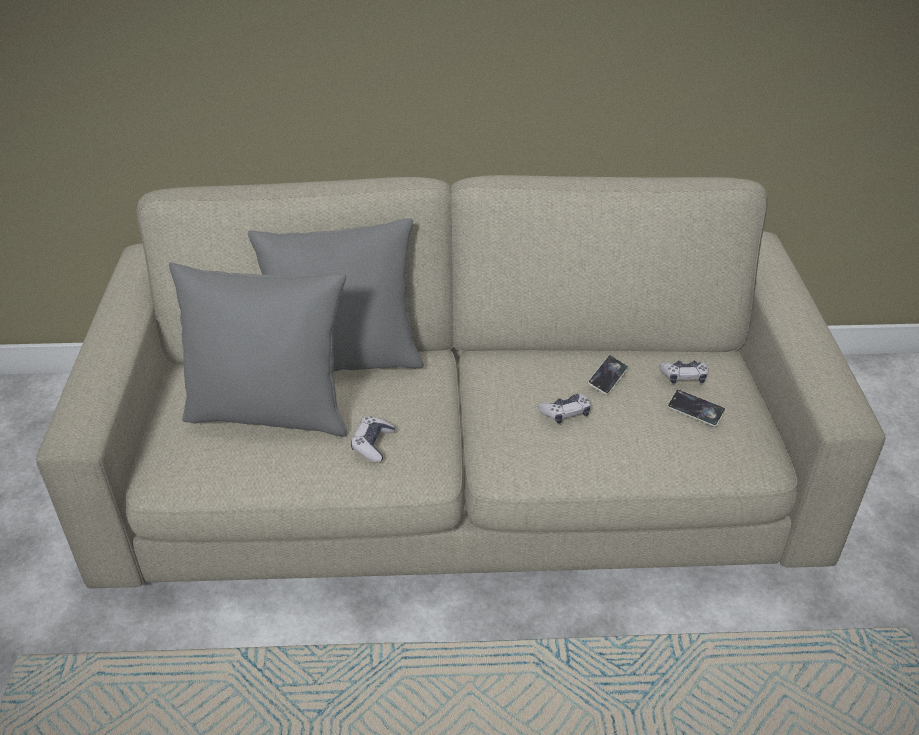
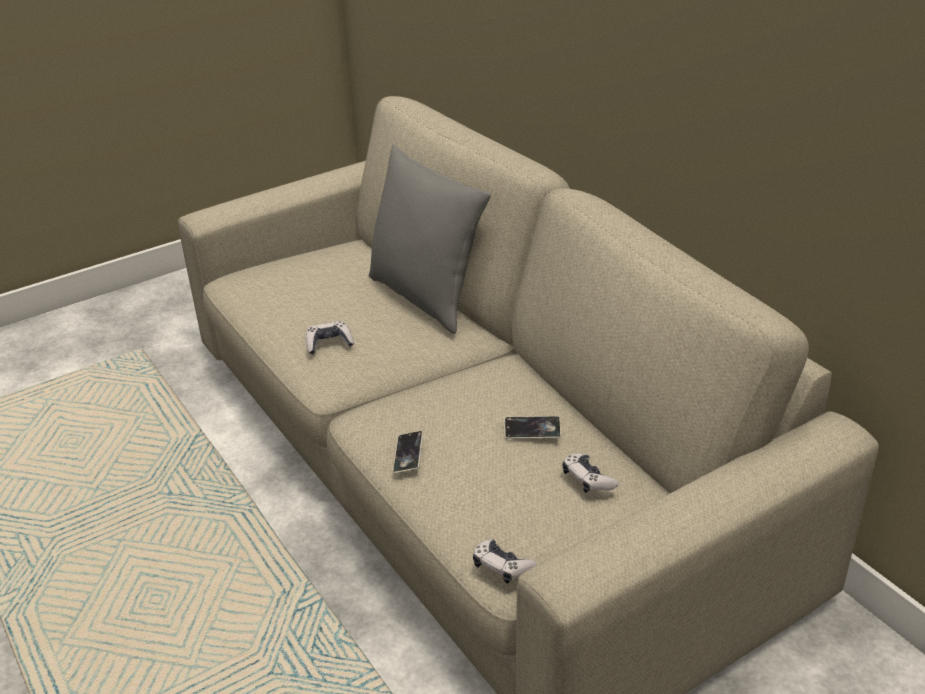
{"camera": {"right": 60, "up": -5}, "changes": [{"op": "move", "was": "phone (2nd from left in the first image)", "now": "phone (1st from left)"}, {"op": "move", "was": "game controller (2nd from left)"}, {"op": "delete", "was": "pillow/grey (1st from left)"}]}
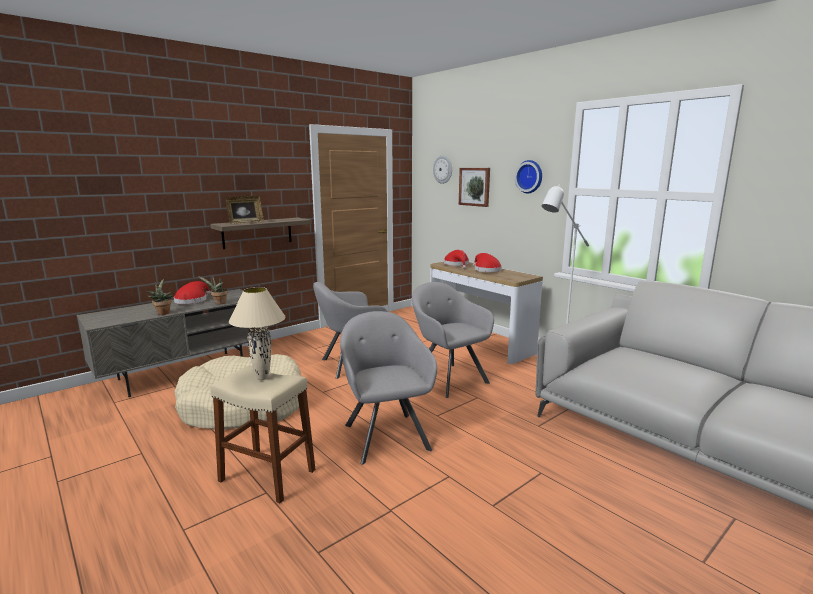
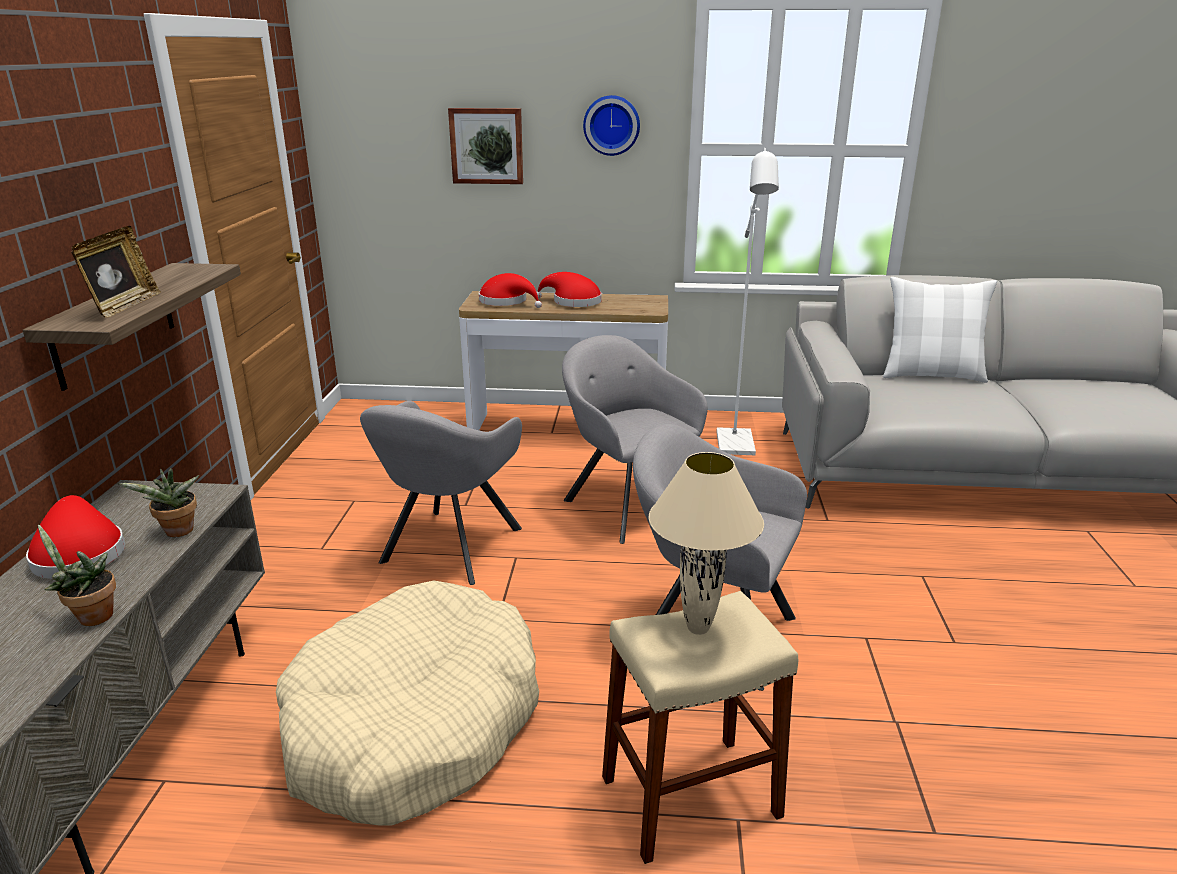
{"camera": {"right": -45, "up": 10}, "changes": [{"op": "rotate", "was": "armchair/grey (3rd from left in the first image)", "clockwise": 45}, {"op": "insert", "now": "pillow/white"}, {"op": "delete", "was": "wall clock (1st from left)"}]}
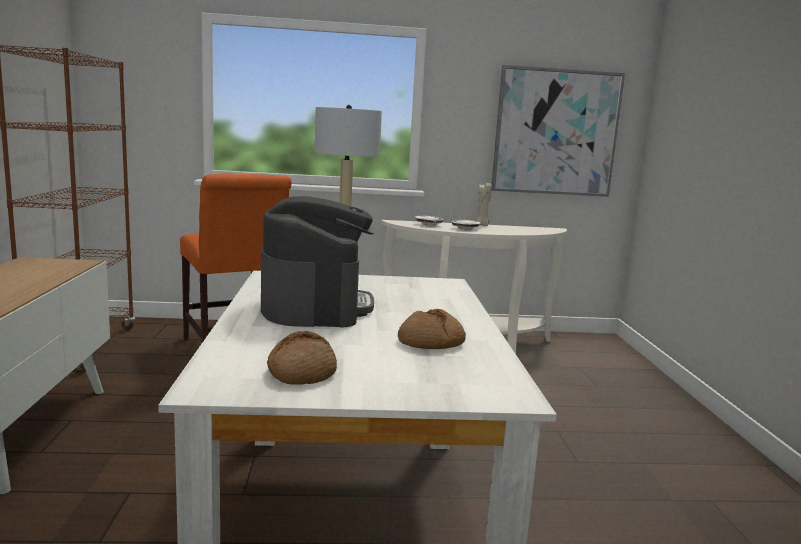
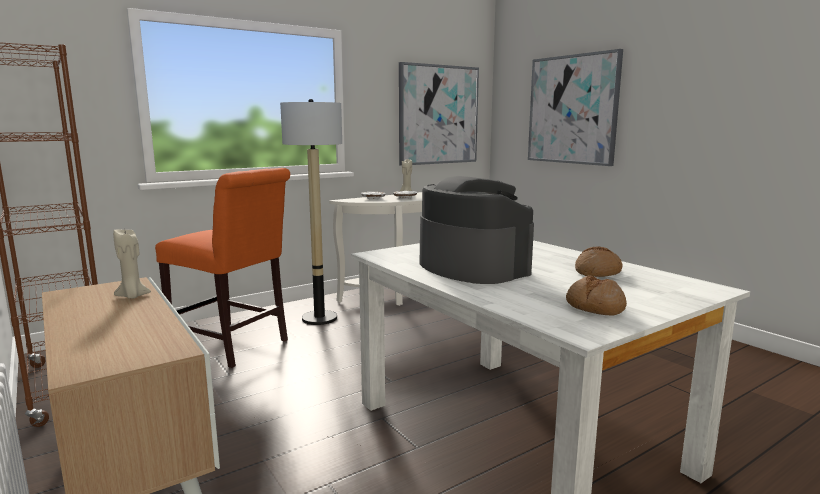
{"camera": {"right": -30, "up": 0}, "changes": [{"op": "insert", "now": "candle/beige (1st from left)"}, {"op": "insert", "now": "picture (2nd from left)"}]}
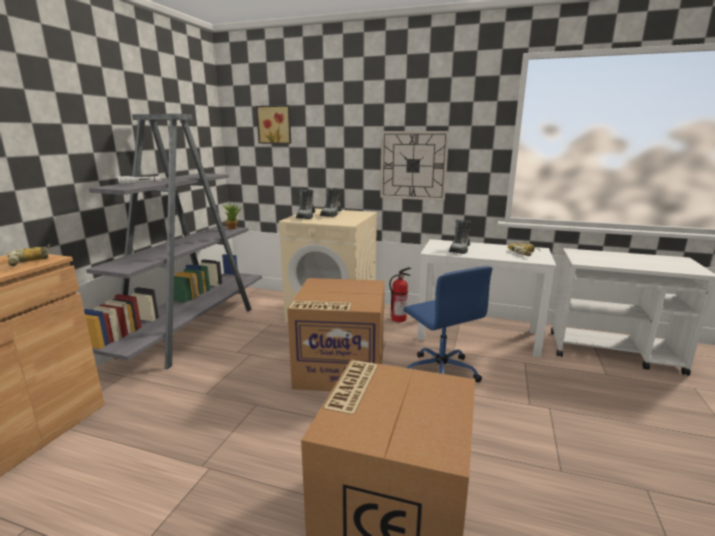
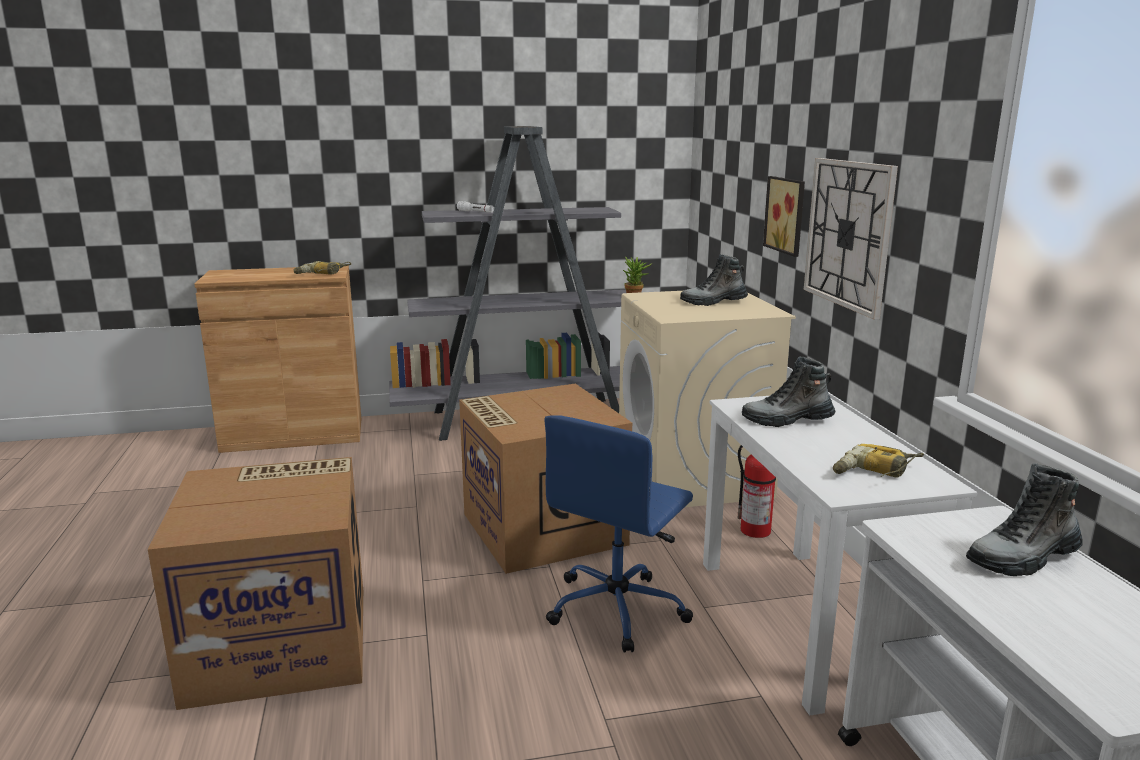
{"camera": {"right": 60, "up": 0}, "changes": [{"op": "move", "was": "picture"}, {"op": "move", "was": "boot (1st from left in the first image)", "now": "boot (3rd from left)"}]}
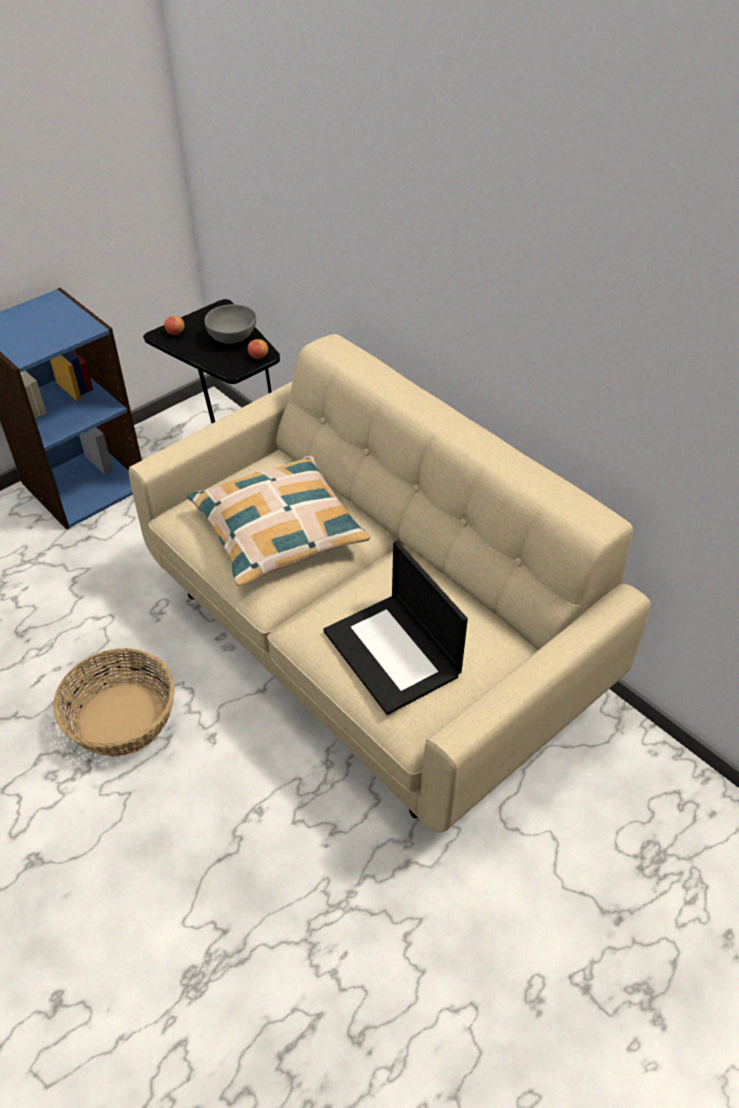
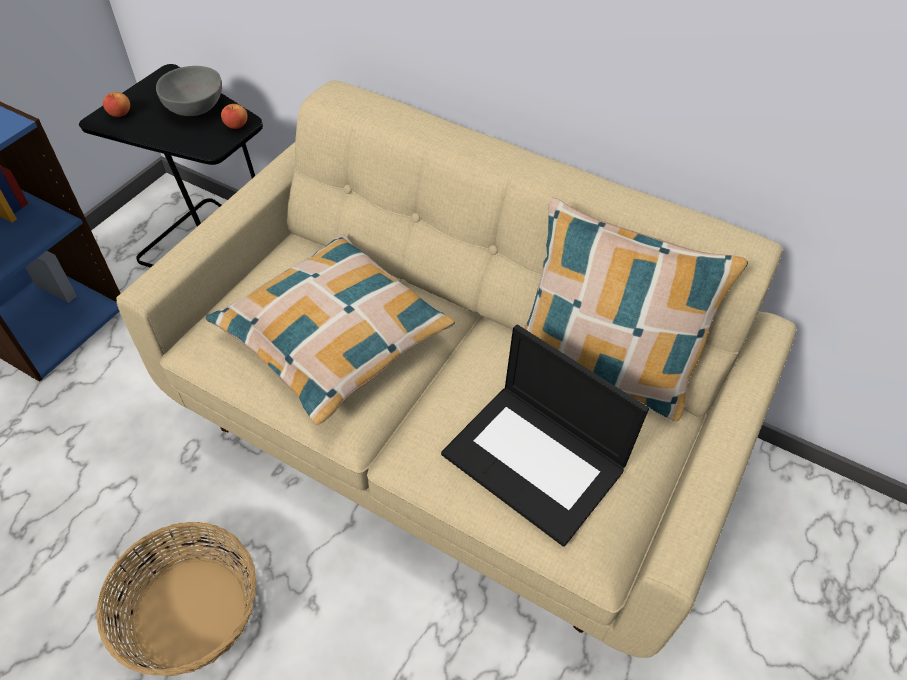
{"camera": {"right": -20, "up": 5}, "changes": [{"op": "insert", "now": "pillow (2nd from left)"}]}
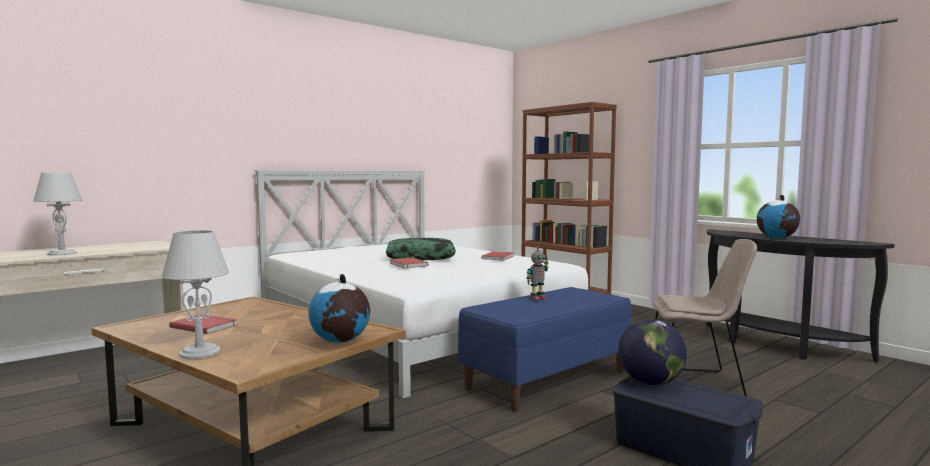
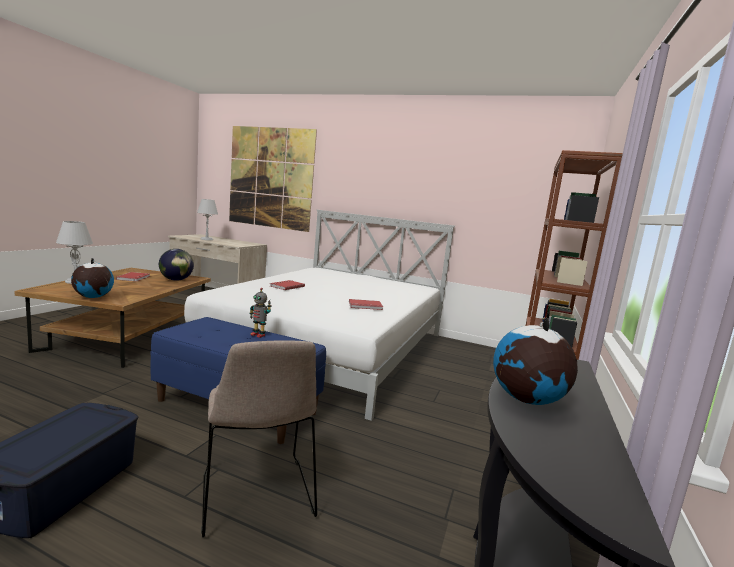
{"camera": {"right": 60, "up": 5}, "changes": [{"op": "move", "was": "globe (2nd from left)"}, {"op": "insert", "now": "picture"}, {"op": "delete", "was": "pillow"}]}
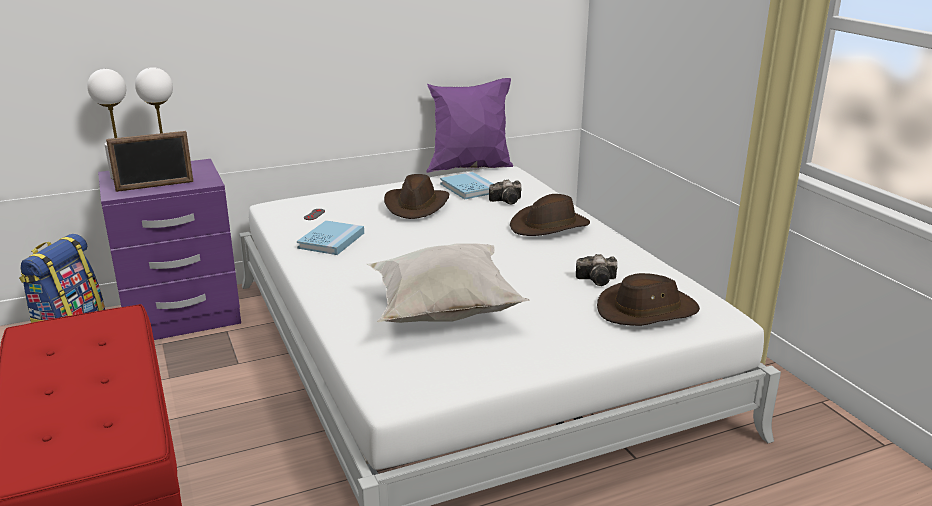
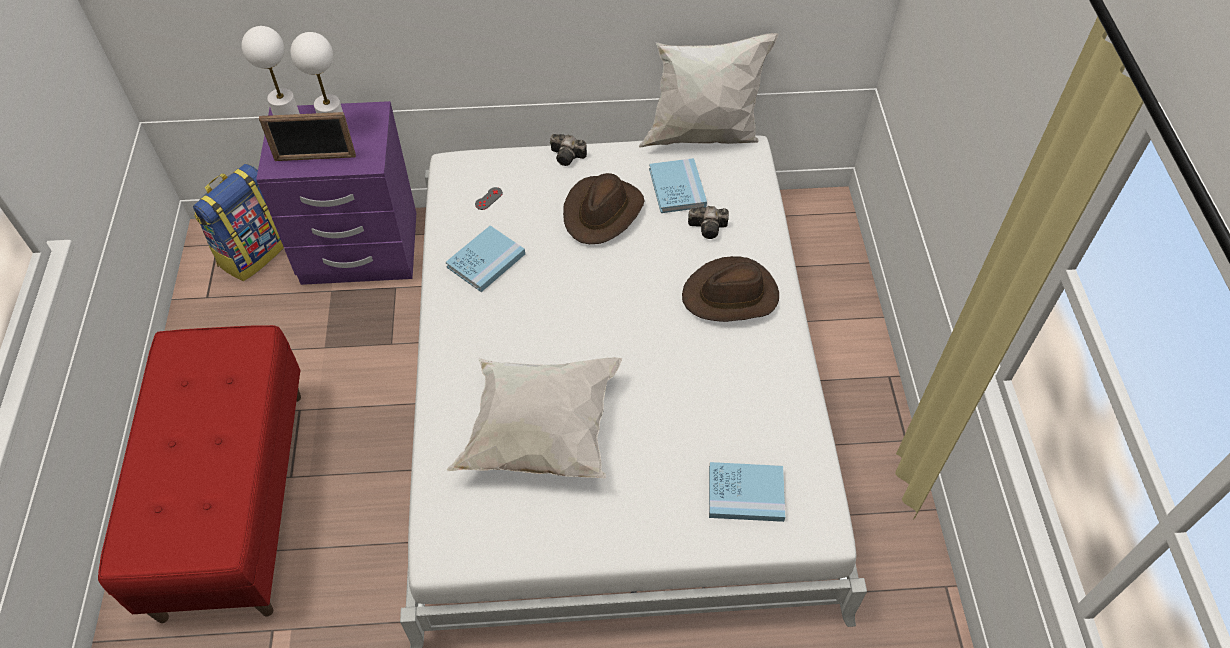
{"camera": {"right": 20, "up": 30}, "changes": [{"op": "move", "was": "photo camera (2nd from left in the first image)", "now": "photo camera (1st from left)"}, {"op": "recolor", "was": "pillow/purple", "now": "pillow/white (2nd from left)"}, {"op": "replace", "was": "hat/brown (3rd from left)", "now": "book/blue (3rd from left)"}]}
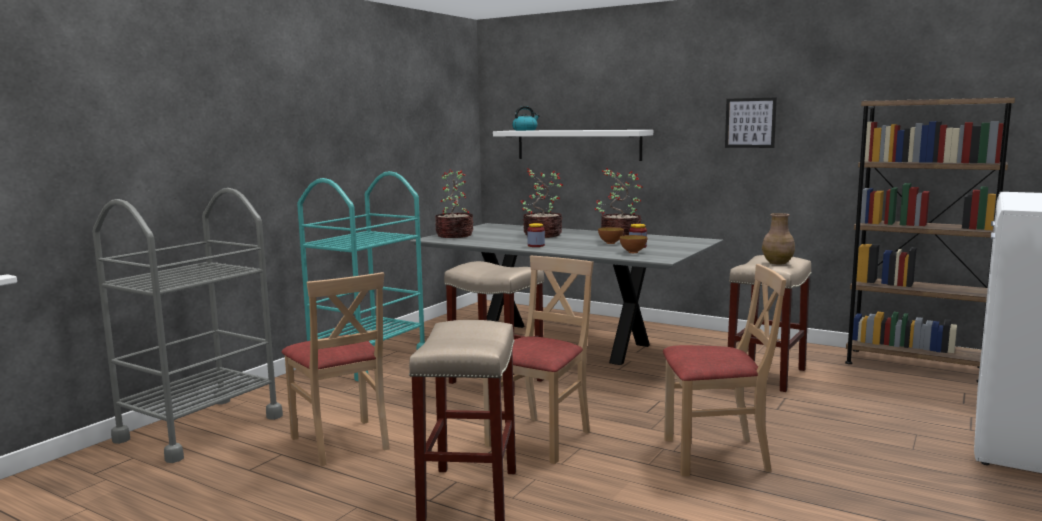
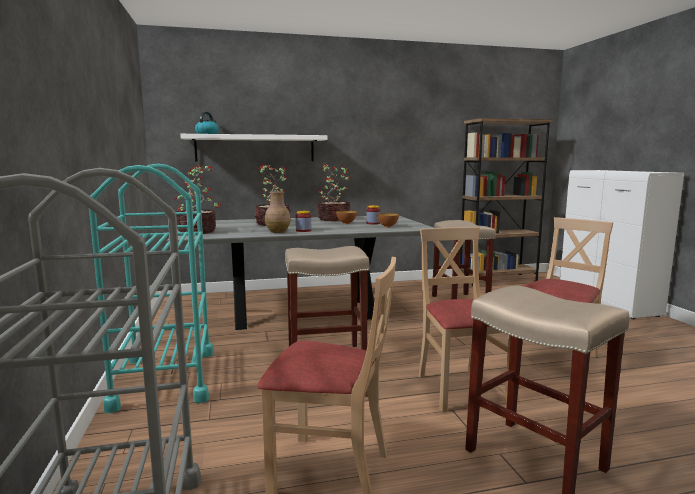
{"camera": {"right": -45, "up": 0}, "changes": [{"op": "move", "was": "vase/brown"}, {"op": "delete", "was": "picture"}]}
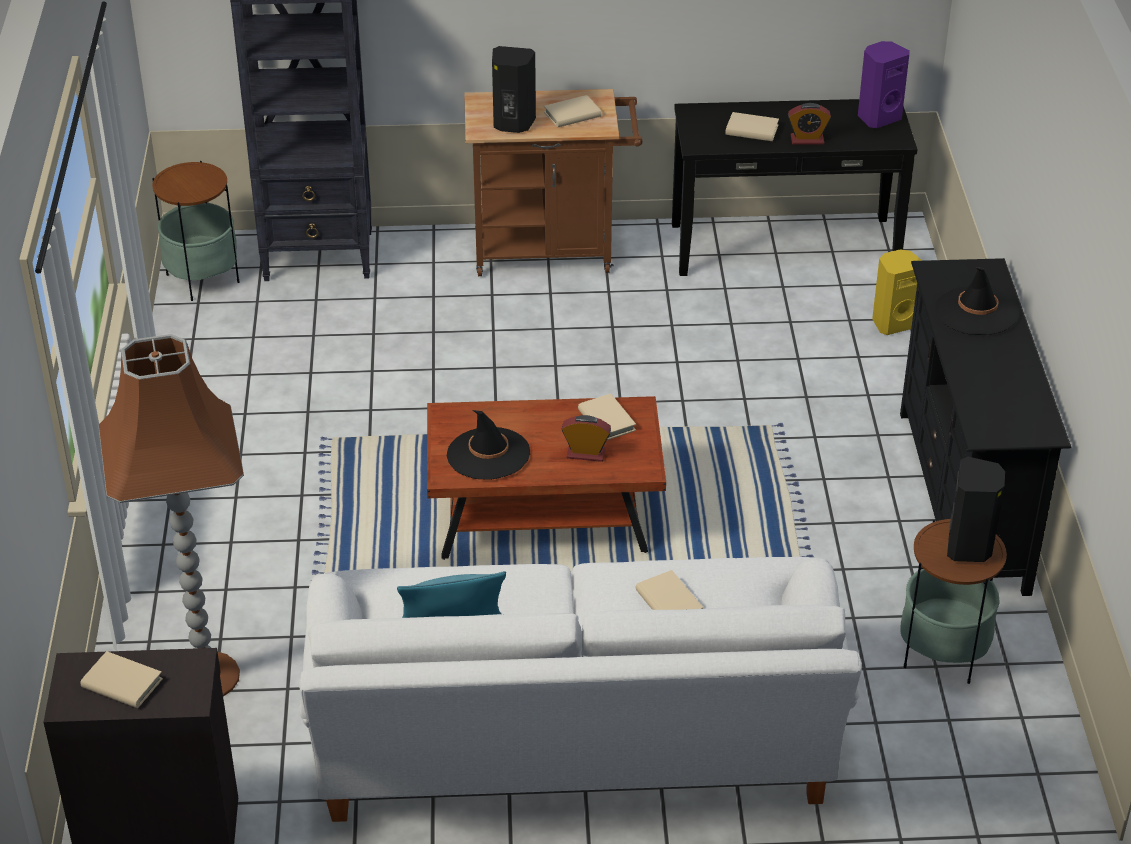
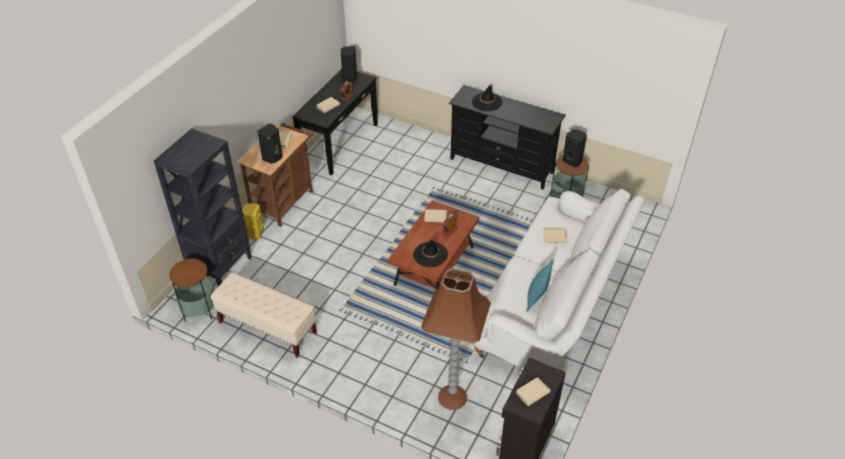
{"camera": {"right": -60, "up": 5}, "changes": [{"op": "insert", "now": "bench/beige"}, {"op": "move", "was": "speaker/yellow"}, {"op": "recolor", "was": "speaker/purple", "now": "speaker/black (2nd from left)"}]}
